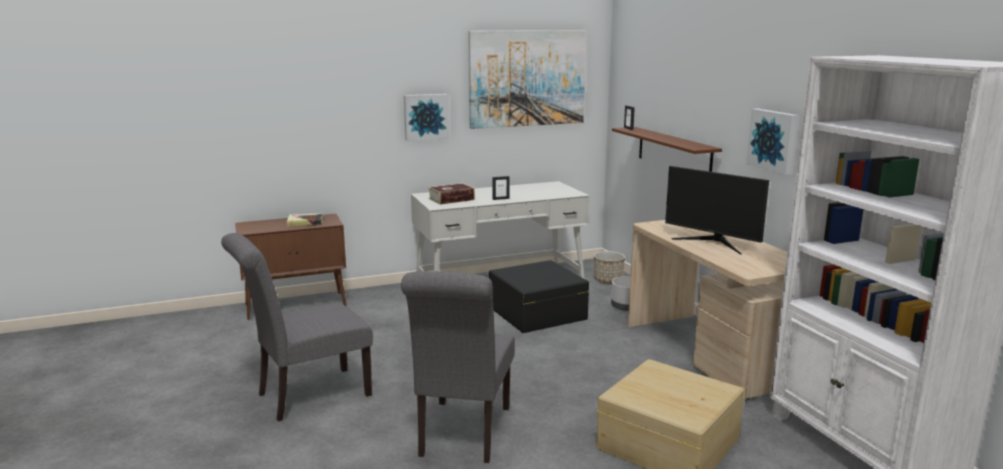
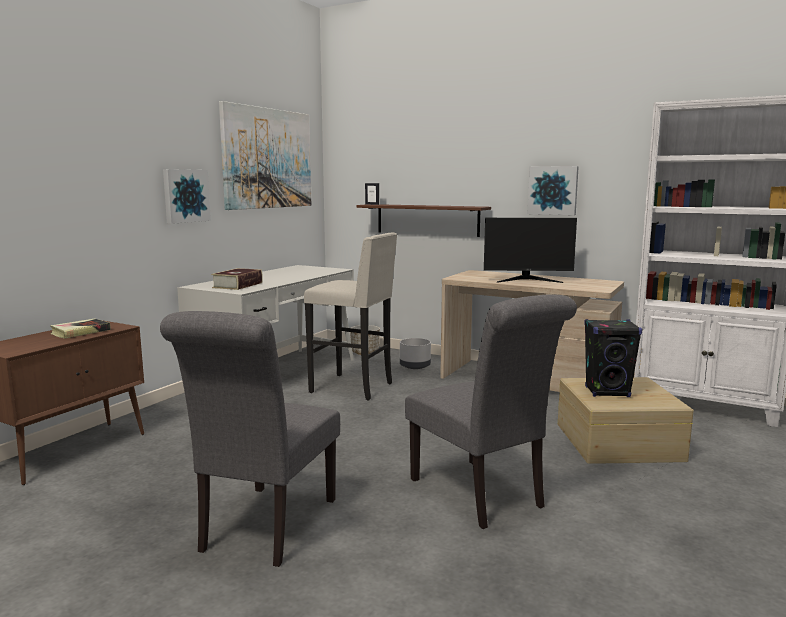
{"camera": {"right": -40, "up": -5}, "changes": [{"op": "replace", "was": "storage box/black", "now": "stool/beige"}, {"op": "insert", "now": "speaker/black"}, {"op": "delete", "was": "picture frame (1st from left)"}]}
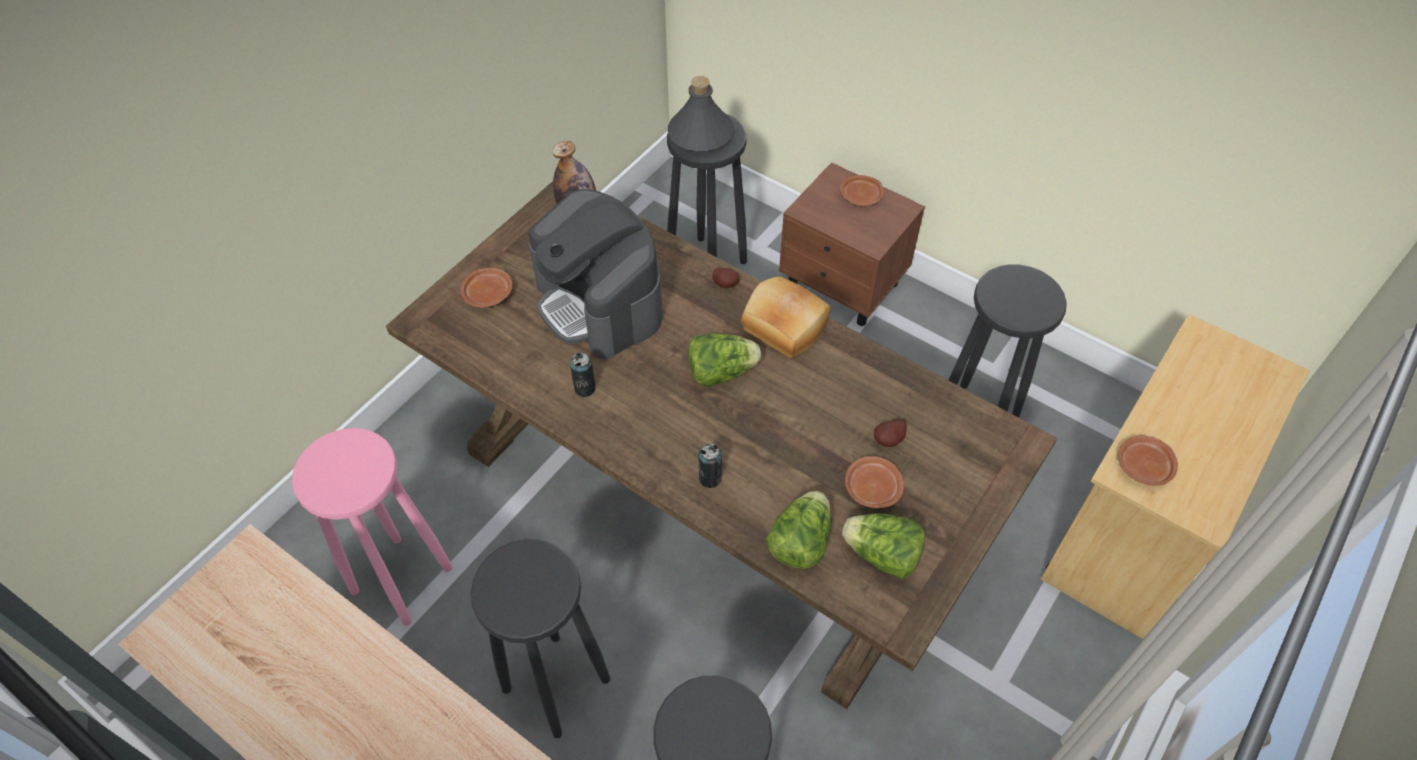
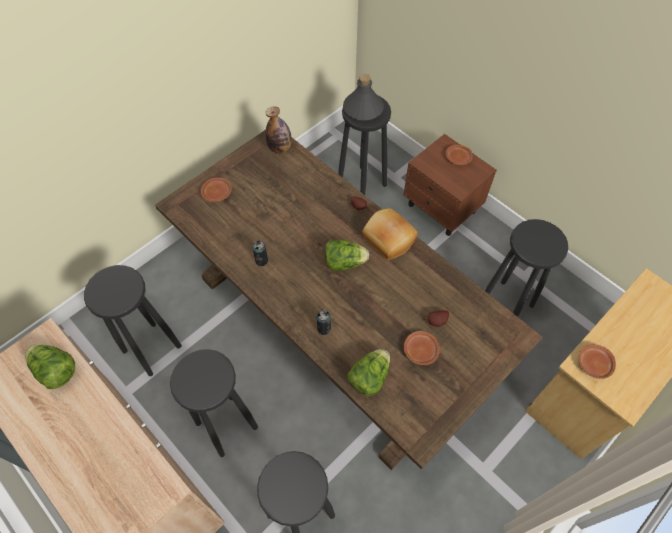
{"camera": {"right": 10, "up": 5}, "changes": [{"op": "move", "was": "lettuce (3rd from left in the first image)", "now": "lettuce (1st from left)"}, {"op": "recolor", "was": "stool/pink", "now": "stool/black (1st from left)"}, {"op": "delete", "was": "coffee machine"}]}
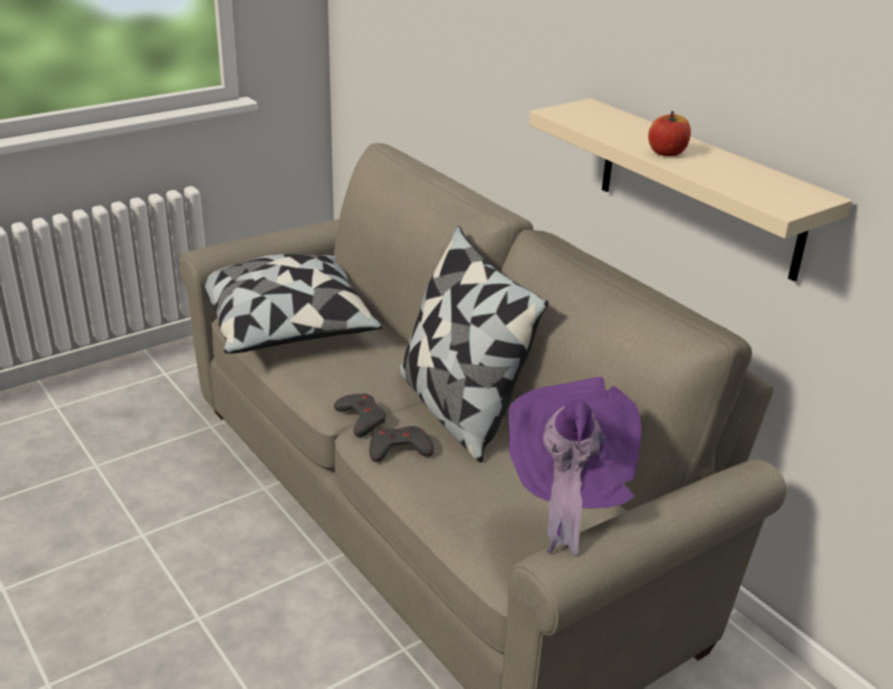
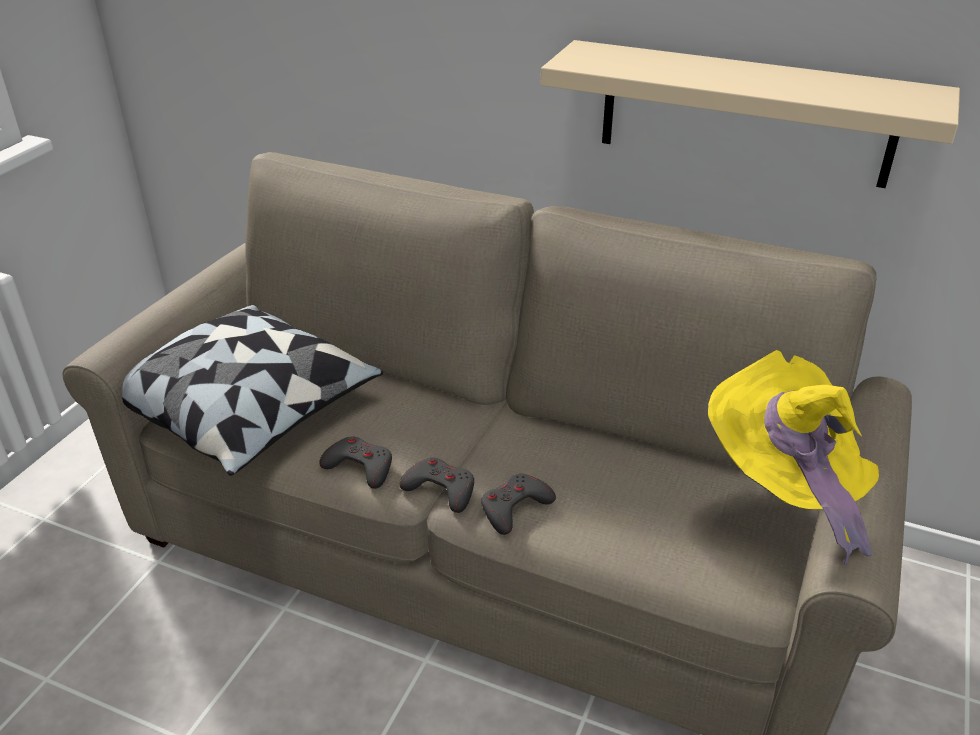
{"camera": {"right": -30, "up": 5}, "changes": [{"op": "insert", "now": "game controller/grey (1st from left)"}, {"op": "recolor", "was": "hat/purple", "now": "hat/yellow"}, {"op": "delete", "was": "pillow (2nd from left)"}, {"op": "delete", "was": "apple"}]}
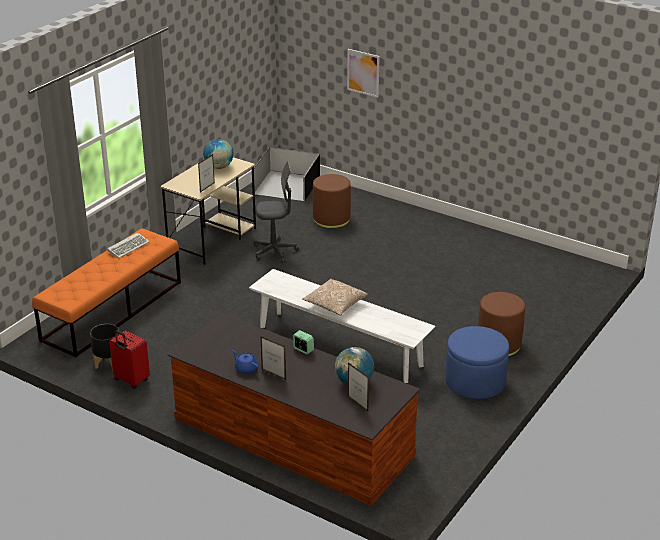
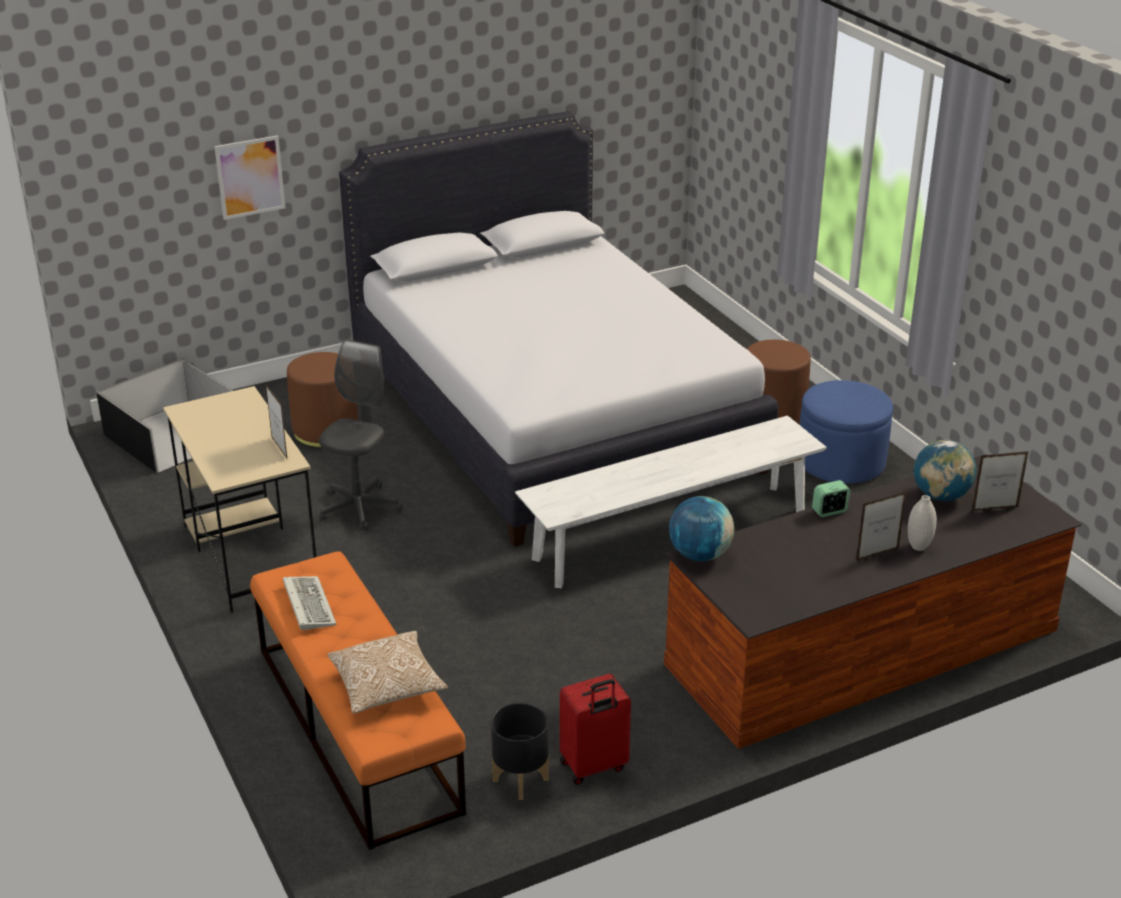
{"camera": {"right": -60, "up": 0}, "changes": [{"op": "move", "was": "pillow"}, {"op": "insert", "now": "bed/white"}, {"op": "move", "was": "globe (1st from left)"}, {"op": "insert", "now": "vase/white"}, {"op": "delete", "was": "teapot/blue"}]}
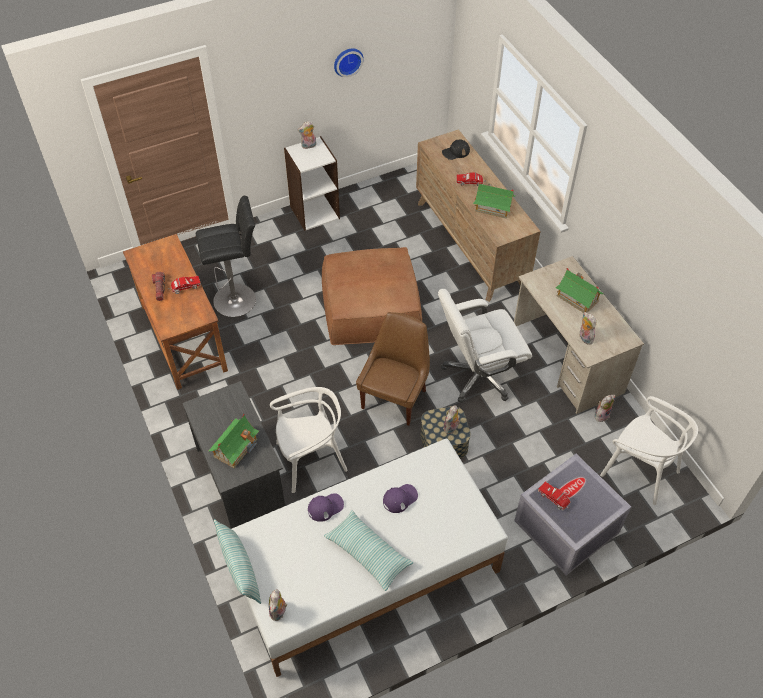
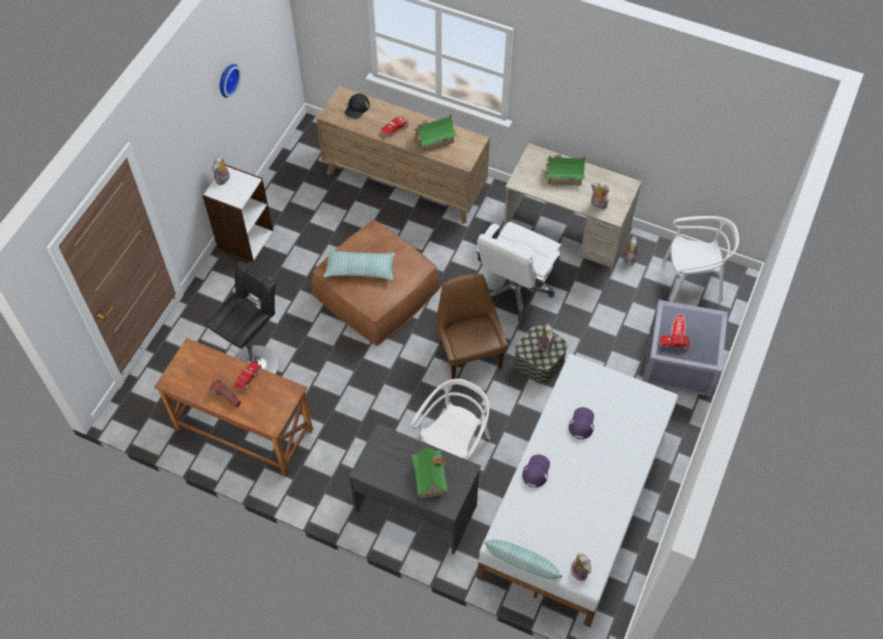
{"camera": {"right": -40, "up": 5}, "changes": [{"op": "move", "was": "pillow (2nd from left in the first image)", "now": "pillow (1st from left)"}]}
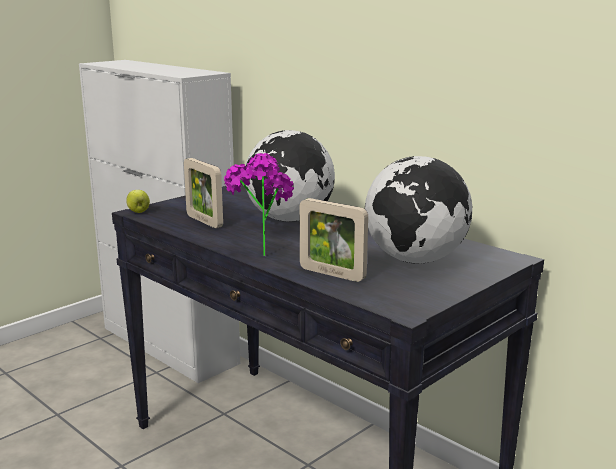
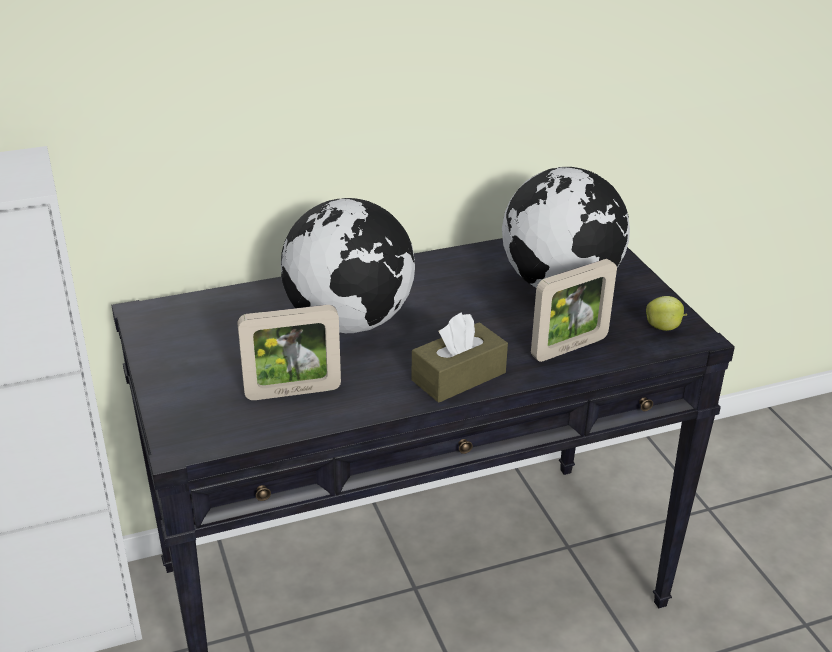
{"camera": {"right": -65, "up": 15}, "changes": [{"op": "replace", "was": "potted plant", "now": "tissue box/brown"}, {"op": "move", "was": "apple"}]}
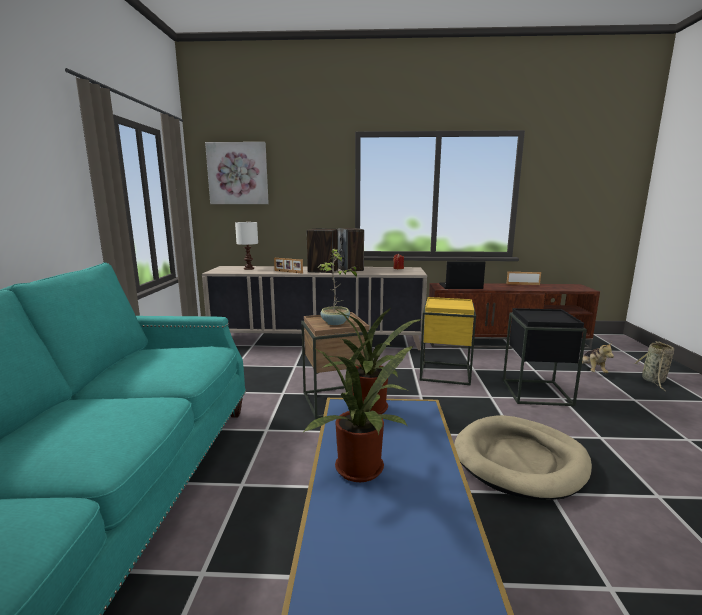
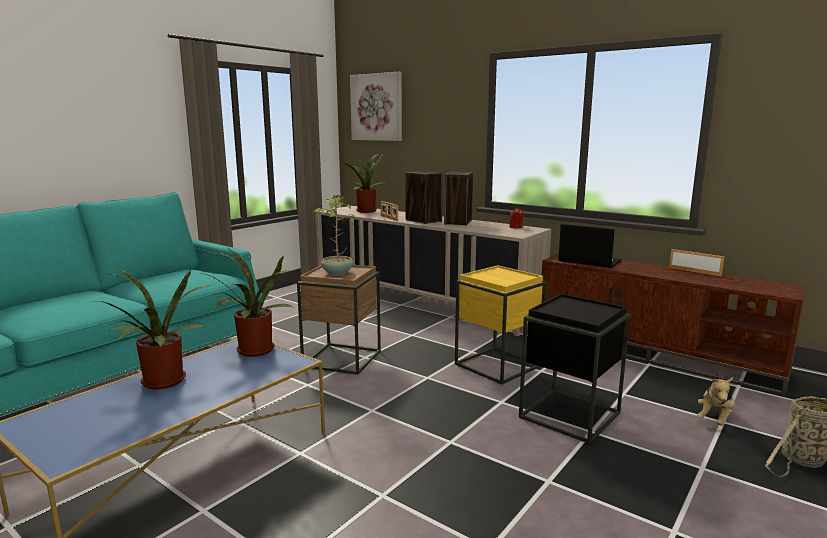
{"camera": {"right": 35, "up": 0}, "changes": [{"op": "replace", "was": "table lamp/white", "now": "potted plant (4th from left)"}, {"op": "delete", "was": "dog bed/beige"}]}
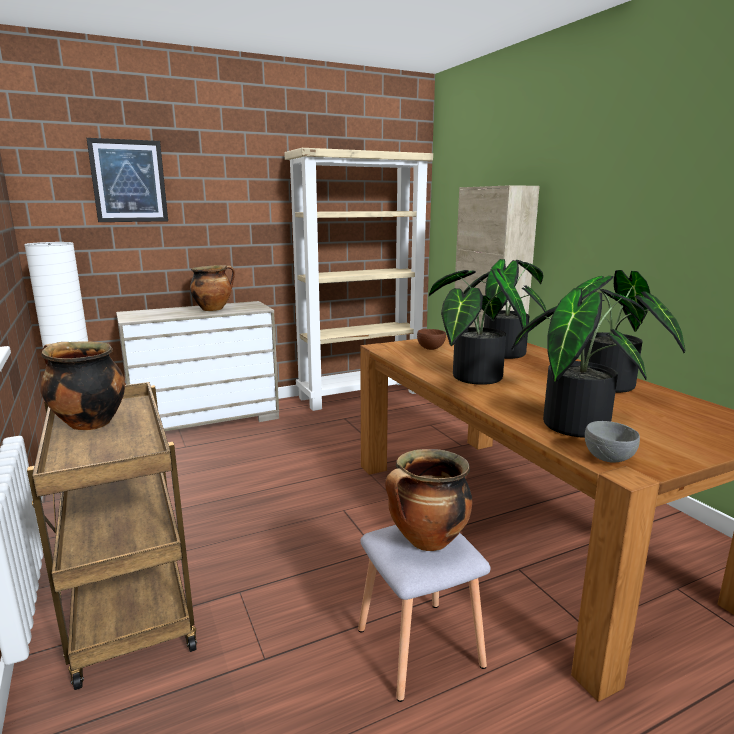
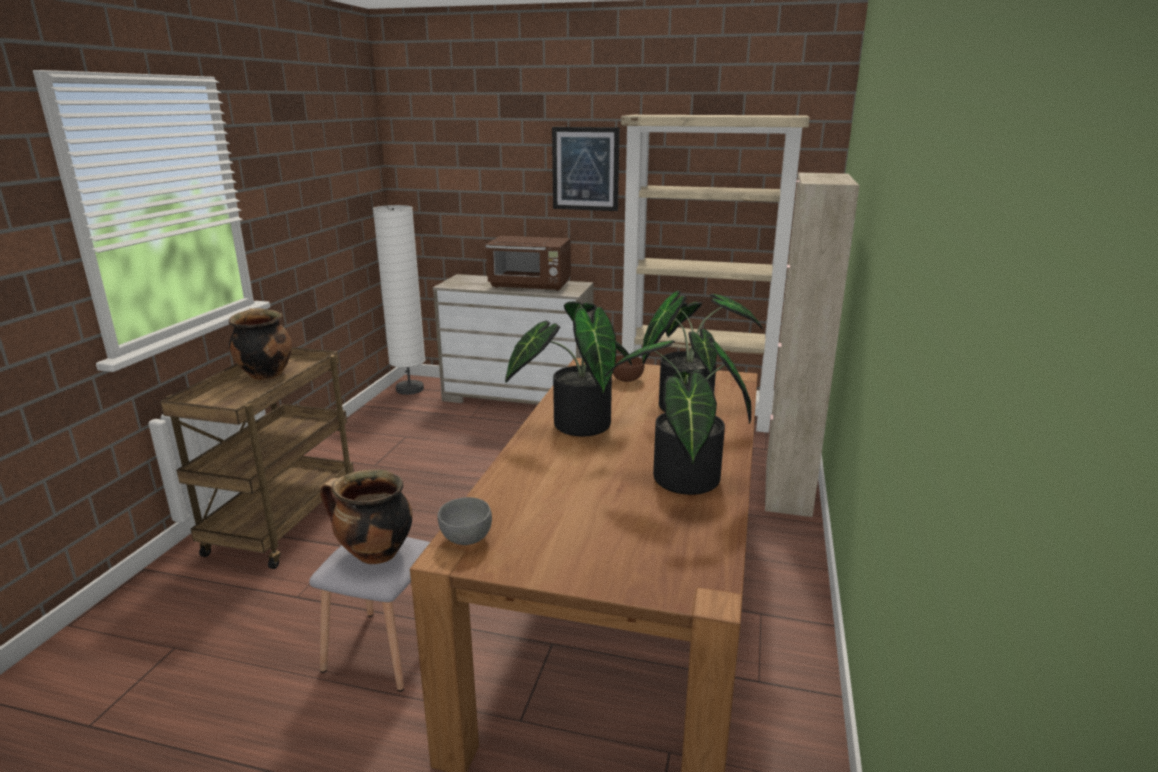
{"camera": {"right": 40, "up": 5}, "changes": [{"op": "replace", "was": "cooking pot (2nd from left)", "now": "microwave/brown"}, {"op": "move", "was": "picture"}, {"op": "delete", "was": "potted plant (3rd from left)"}]}
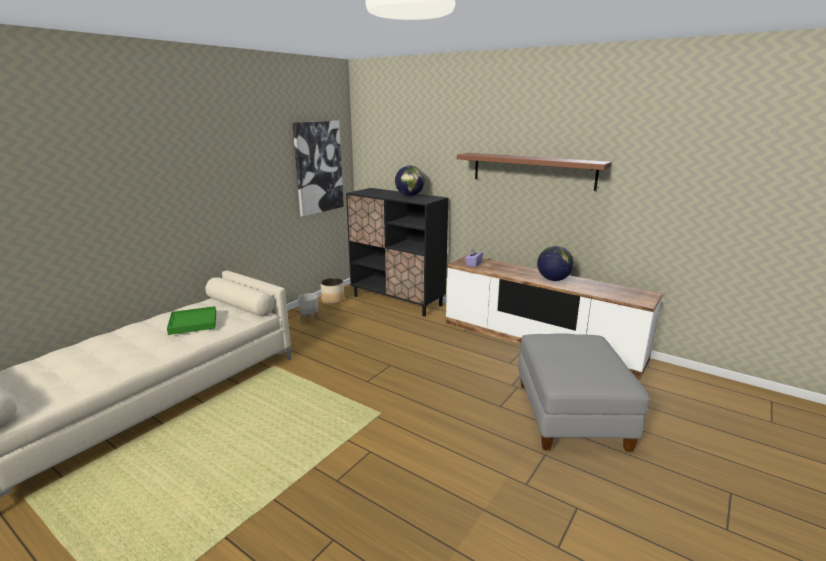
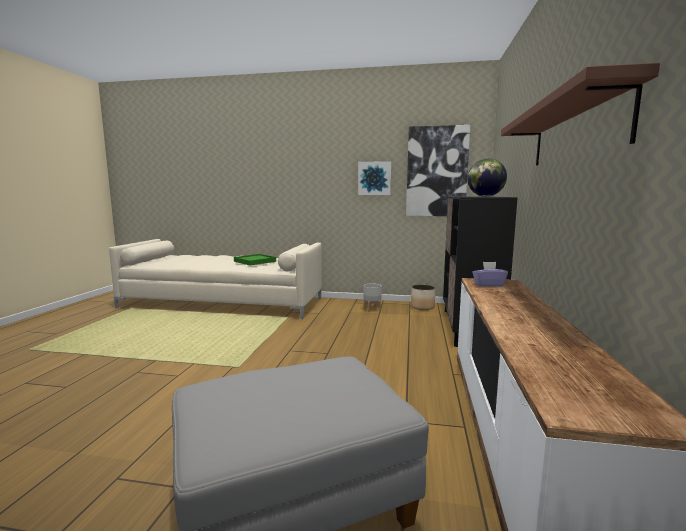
{"camera": {"right": 65, "up": -10}, "changes": [{"op": "insert", "now": "picture (1st from left)"}, {"op": "delete", "was": "globe (2nd from left)"}]}
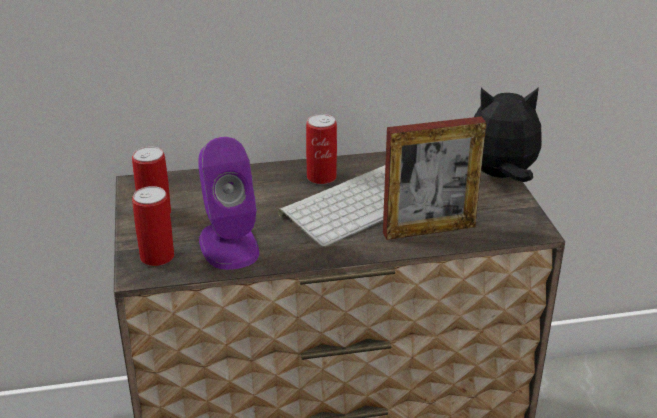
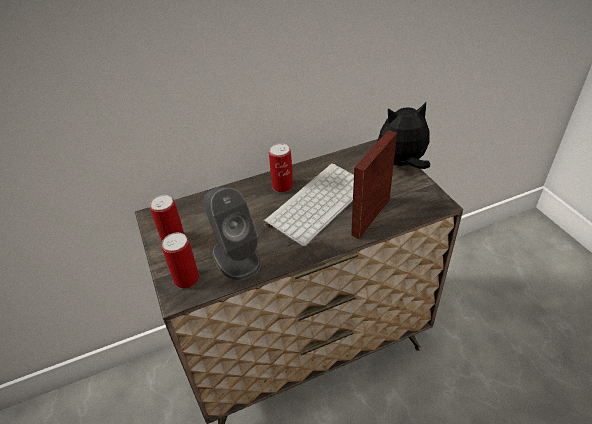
{"camera": {"right": -10, "up": 10}, "changes": [{"op": "recolor", "was": "speaker/purple", "now": "speaker/grey"}, {"op": "rotate", "was": "picture frame", "clockwise": 150}]}
